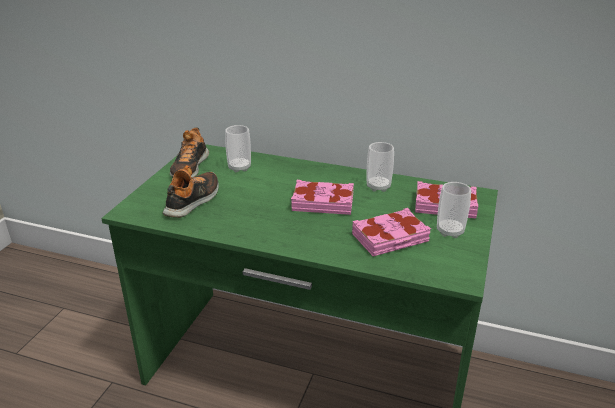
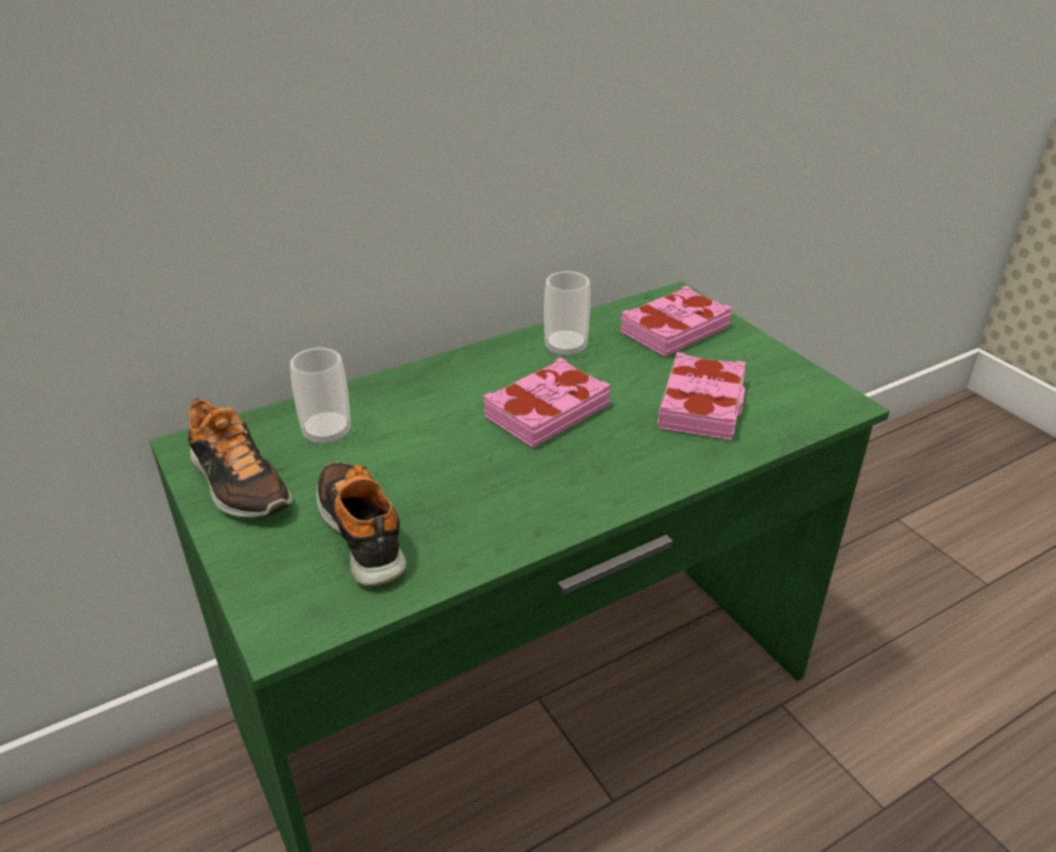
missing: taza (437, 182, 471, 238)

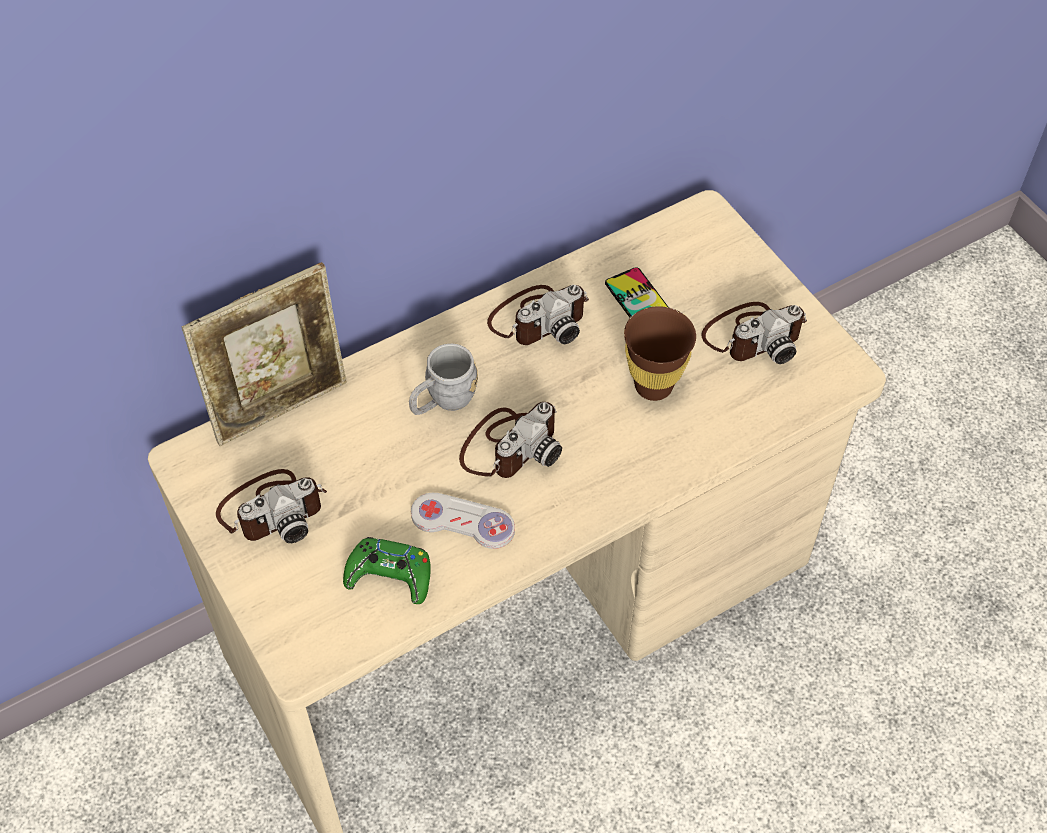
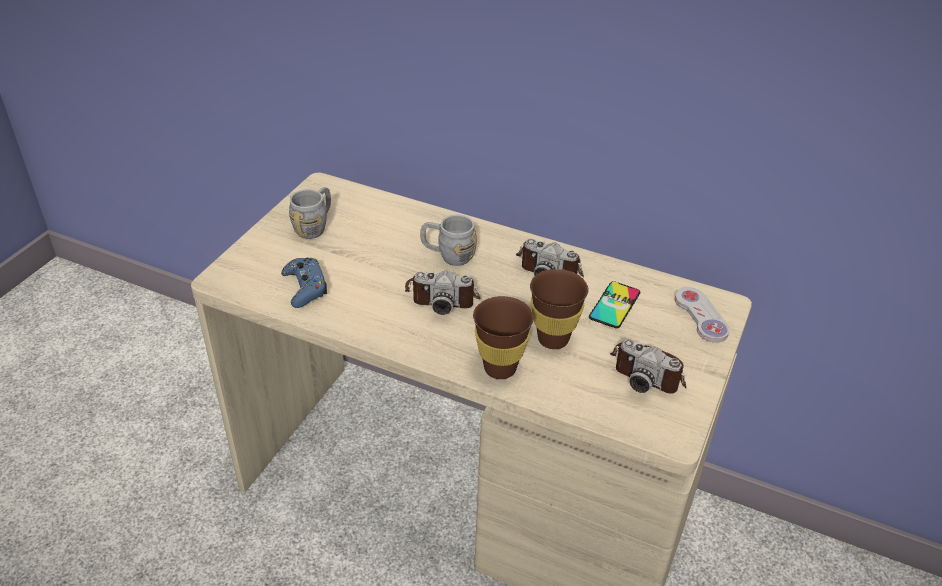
missing: portarretratos (181, 262, 347, 446)
appeared: taza [marrón] (473, 296, 534, 379)
relocated: mando de consola [blanco] (411, 493, 515, 549) to (675, 287, 730, 343)
exchanged: cámara (216, 469, 327, 543) to taza grande [gris] (289, 187, 331, 239)
colour: mando de consola [verde] (343, 537, 431, 604) to mando de consola [azul] (281, 258, 327, 308)

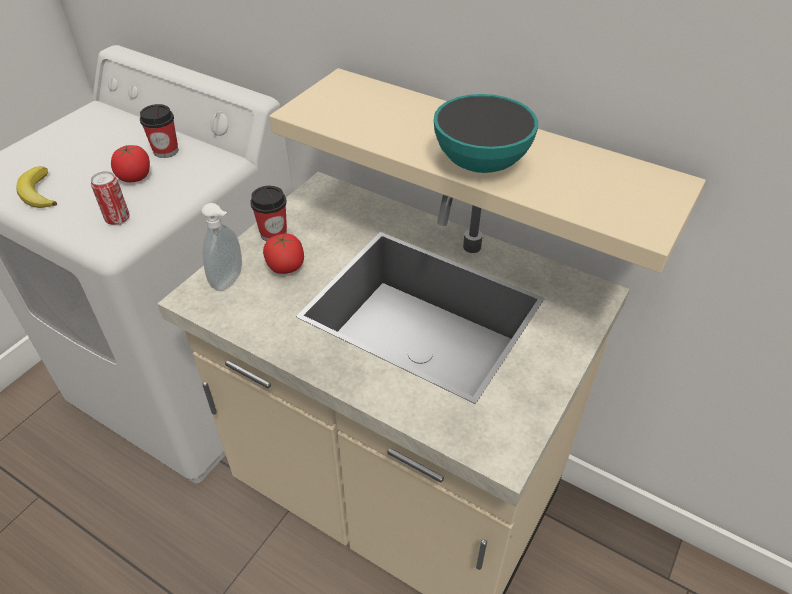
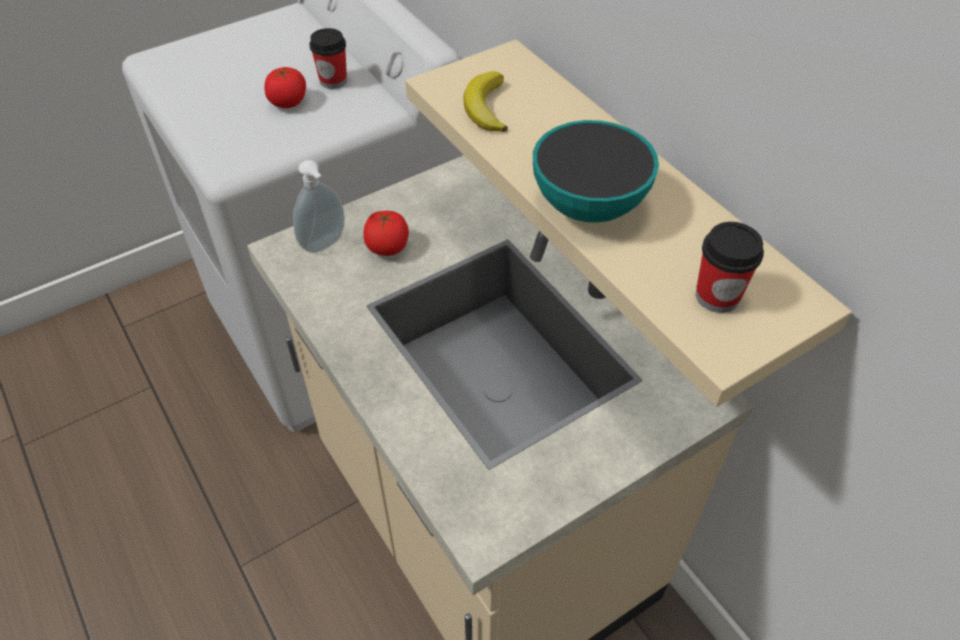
missing: lata (91, 171, 130, 225)
relocated: plátano (17, 166, 57, 208) to (463, 71, 508, 132); taza (250, 186, 287, 241) to (696, 222, 764, 313)

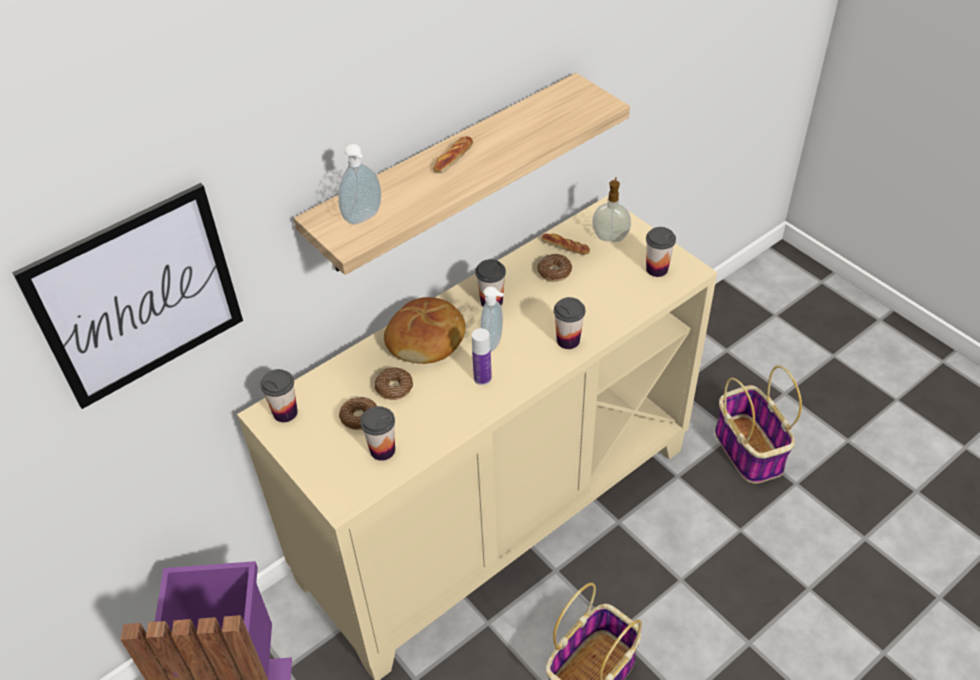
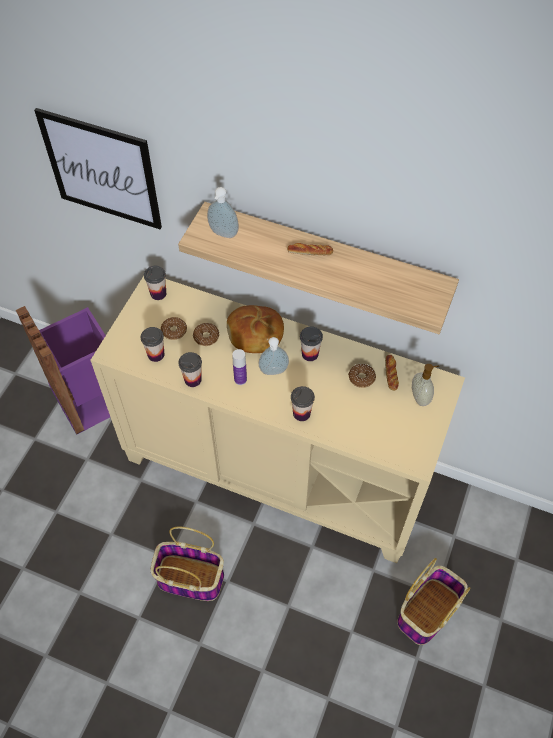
relocated: taza (646, 227, 676, 277) to (178, 352, 202, 387)

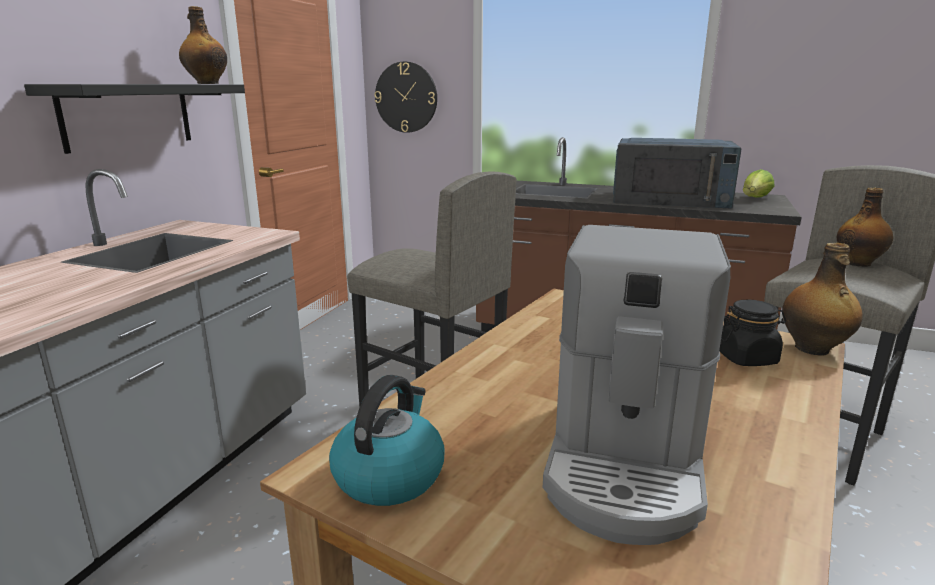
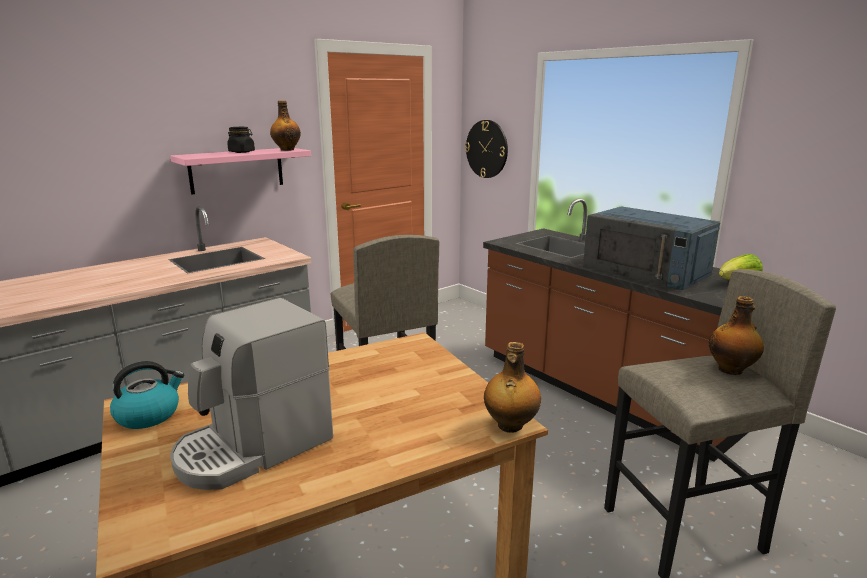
relocated: tarro [negro] (719, 299, 786, 366) to (227, 127, 255, 153)
colour: estante [negro] (24, 84, 245, 154) to estante [rosa] (170, 148, 311, 194)

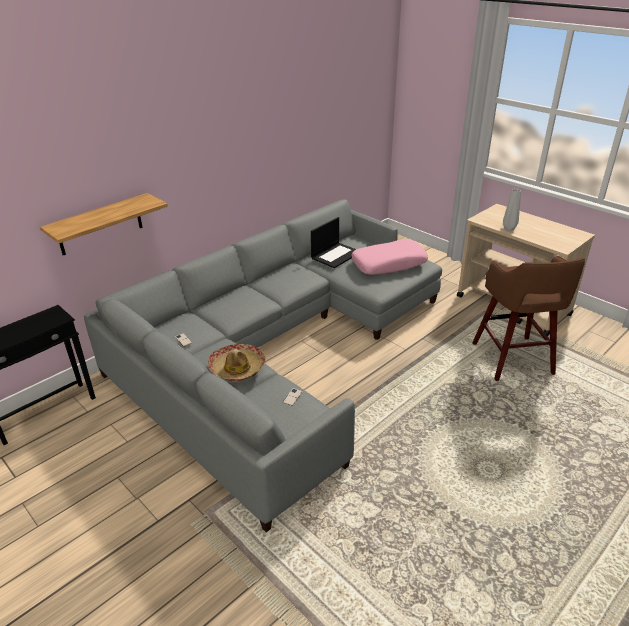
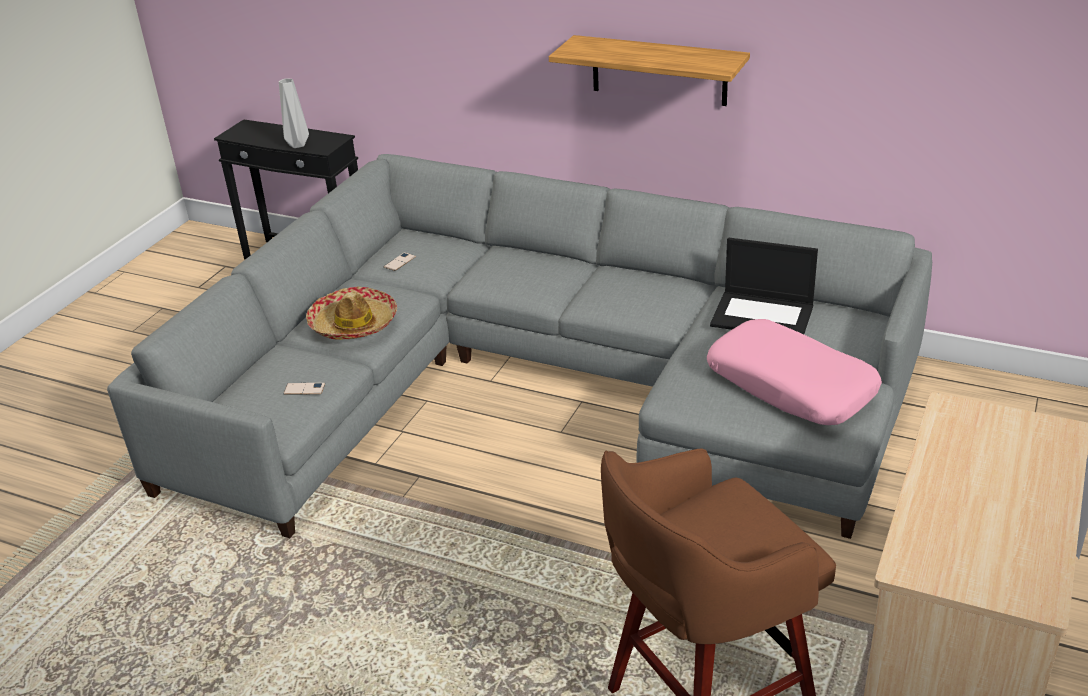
relocated: florero [gris] (503, 189, 521, 231) to (279, 78, 309, 148); estante (40, 193, 168, 255) to (549, 35, 750, 106)

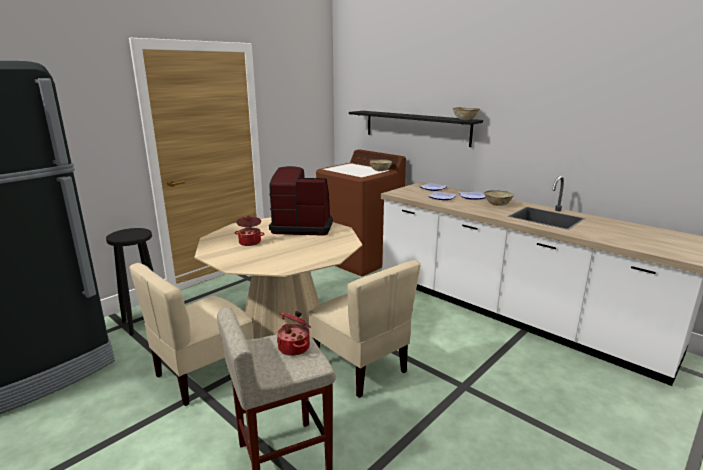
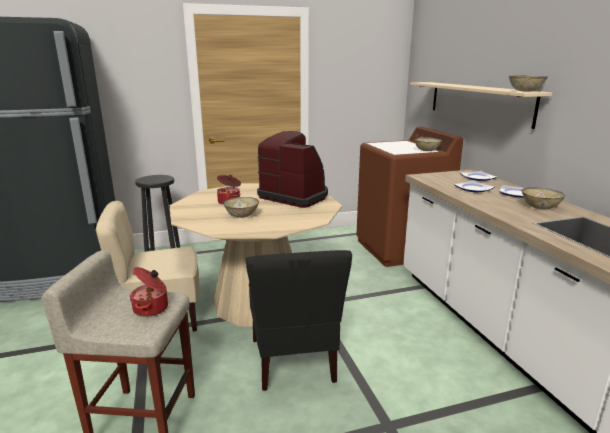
appeared: cuenco (223, 197, 259, 218)
colour: silla [beis] (309, 260, 421, 398) to silla [negro] (246, 250, 352, 391); estante [negro] (349, 111, 483, 147) to estante [beis] (410, 82, 552, 129)

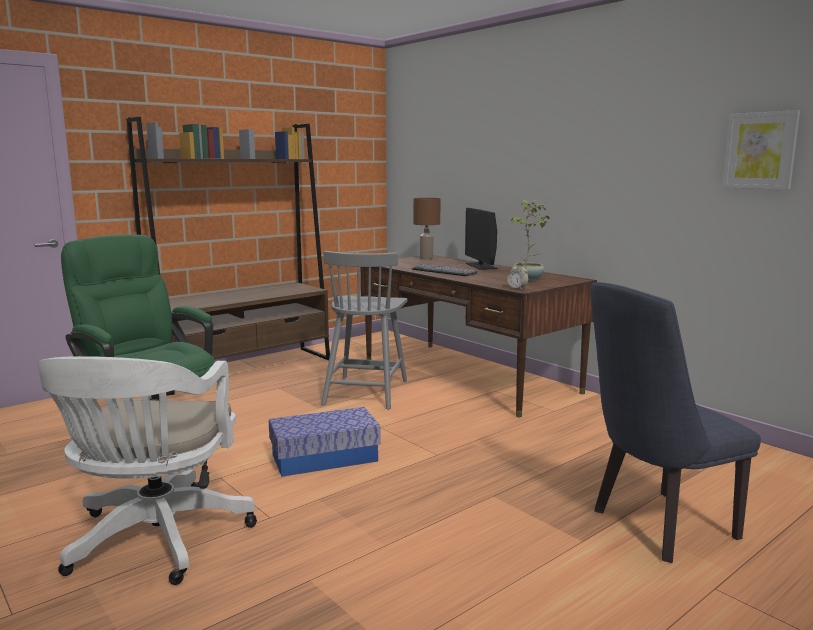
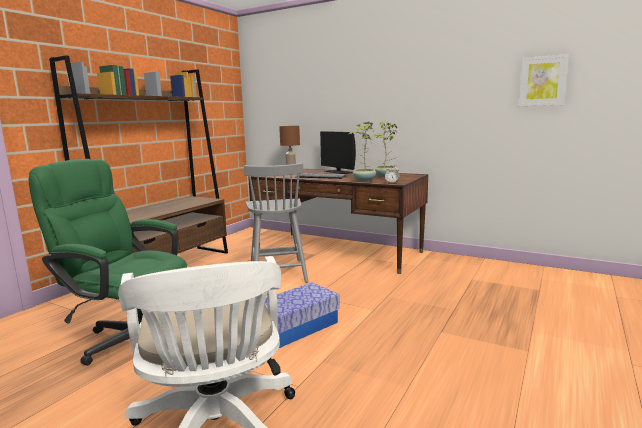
missing: silla [azul] (590, 282, 761, 563)
appeared: planta en maceta (349, 122, 376, 182)

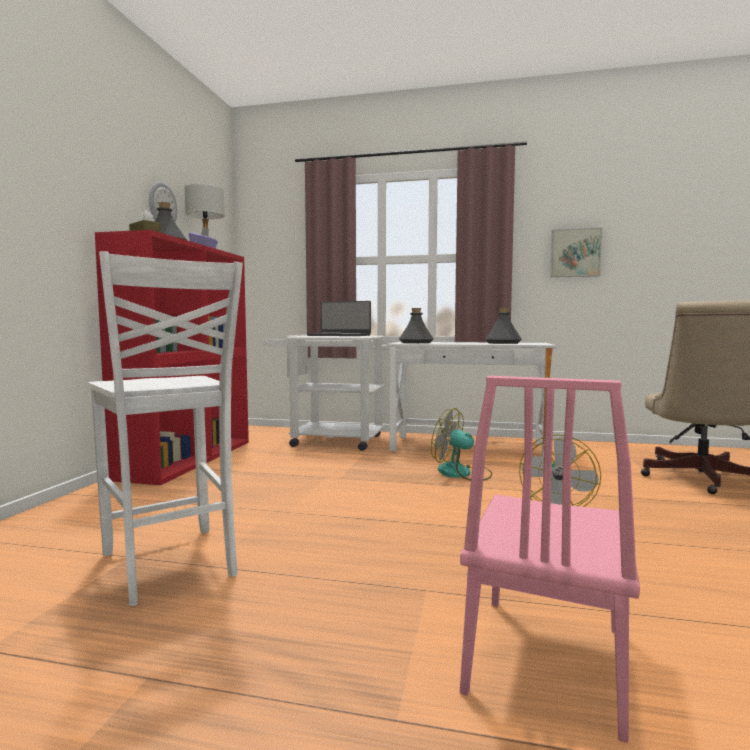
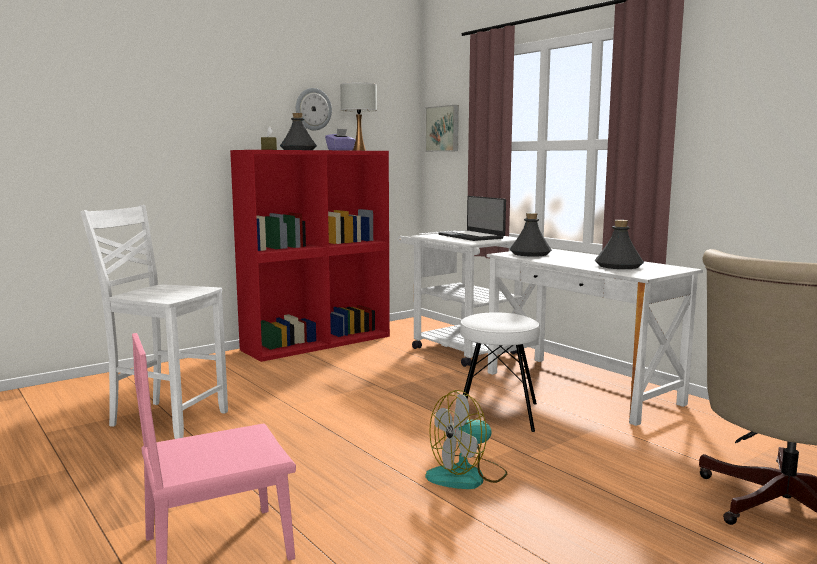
relocated: cuadro (550, 228, 602, 277) to (425, 105, 459, 152)
exchanged: ventilador (431, 408, 492, 481) to taburete [blanco] (460, 312, 539, 432)
spun: silla [blanco] (88, 251, 243, 606) = (80, 205, 228, 439) 105 degrees clockwise

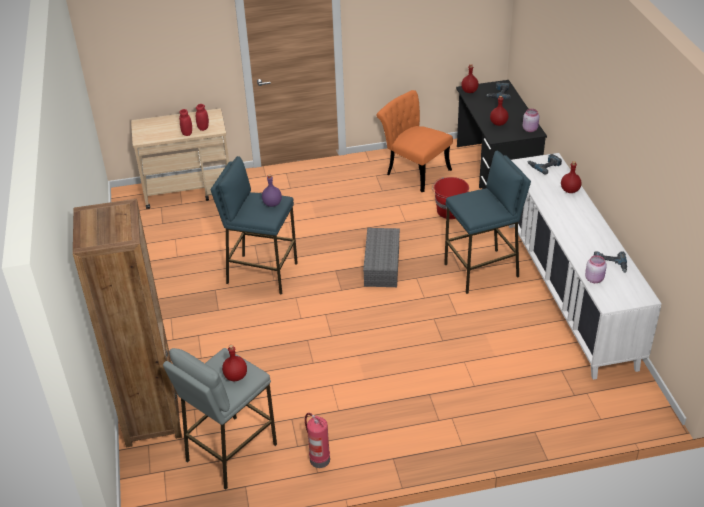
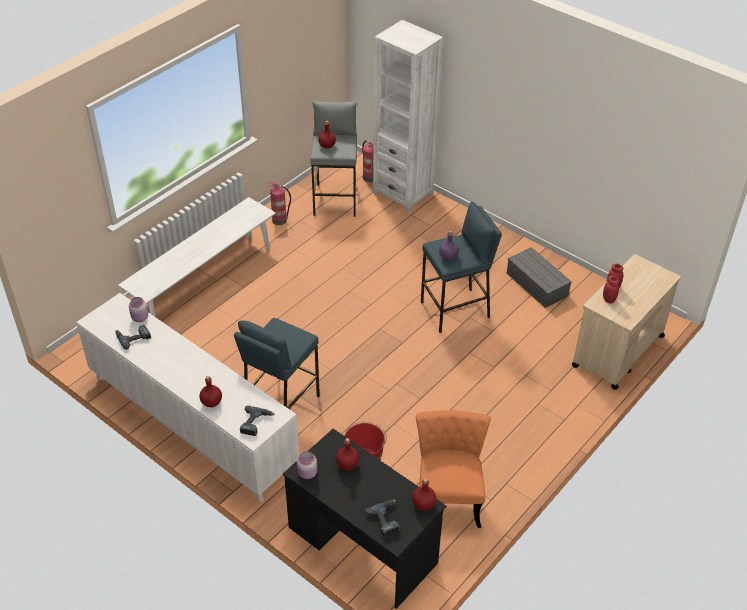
appeared: banco [blanco] (118, 197, 276, 317); extintor (362, 140, 374, 182)
relocated: caja de almacenaje [gris] (363, 228, 400, 287) to (507, 247, 572, 308)
colour: estantería [marrón] (73, 199, 182, 448) to estantería [blanco] (373, 20, 443, 212)
spun: silla [naranja] (376, 90, 453, 192) = (416, 410, 491, 528) 90 degrees counterclockwise

